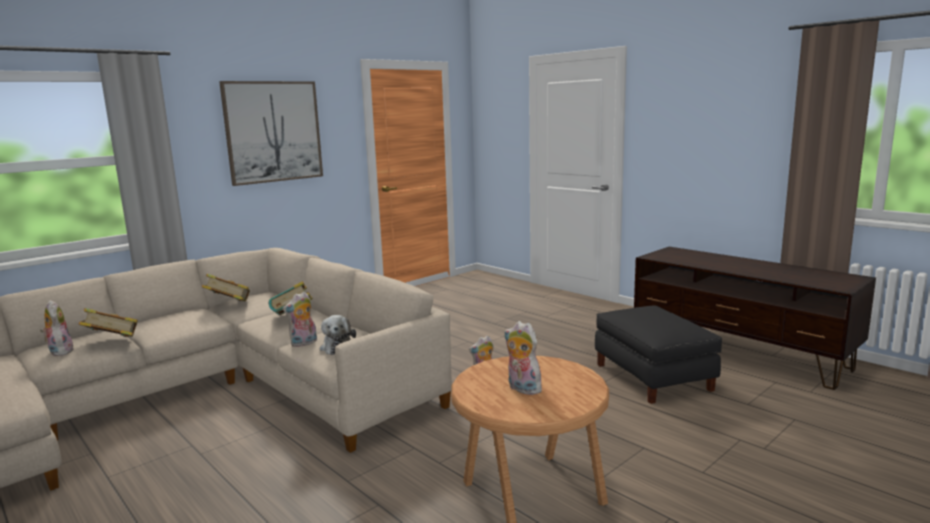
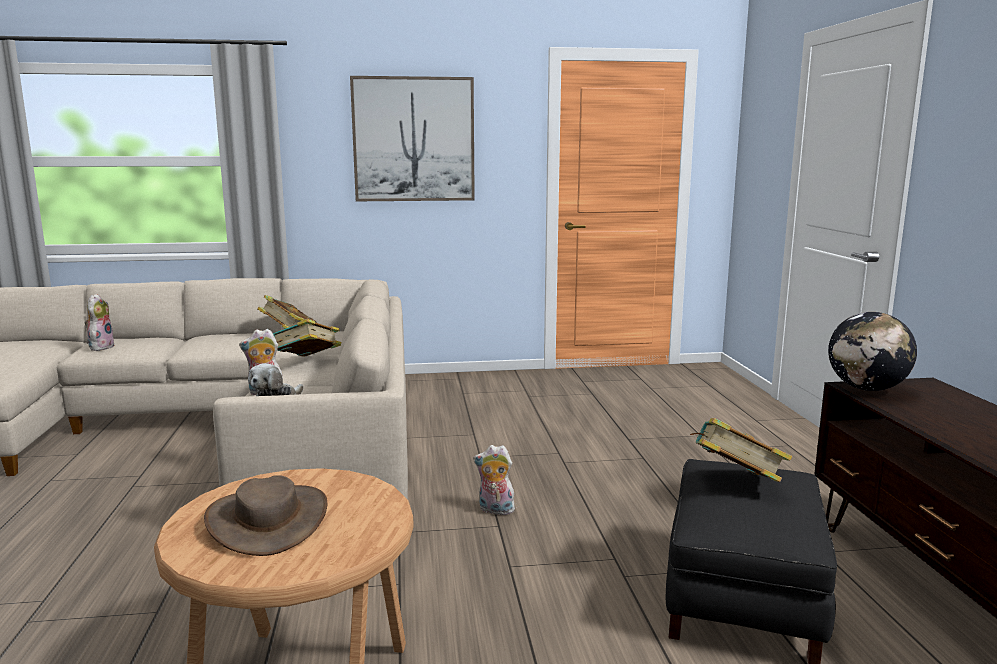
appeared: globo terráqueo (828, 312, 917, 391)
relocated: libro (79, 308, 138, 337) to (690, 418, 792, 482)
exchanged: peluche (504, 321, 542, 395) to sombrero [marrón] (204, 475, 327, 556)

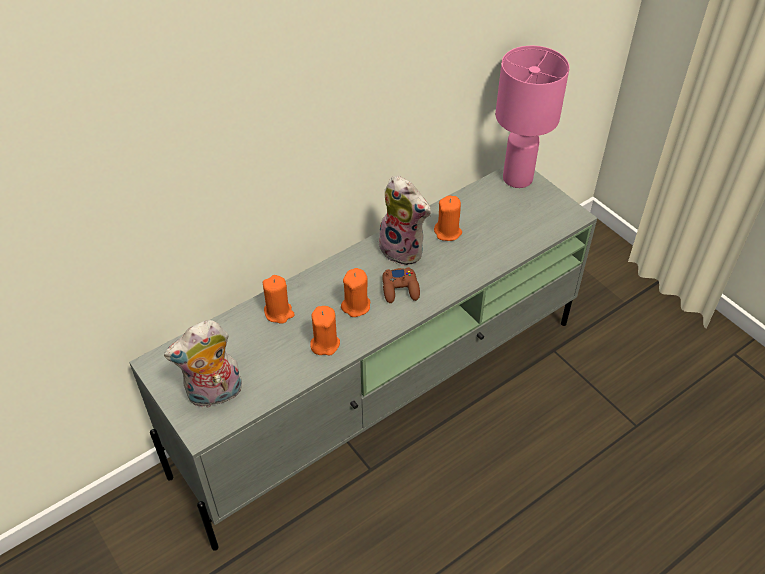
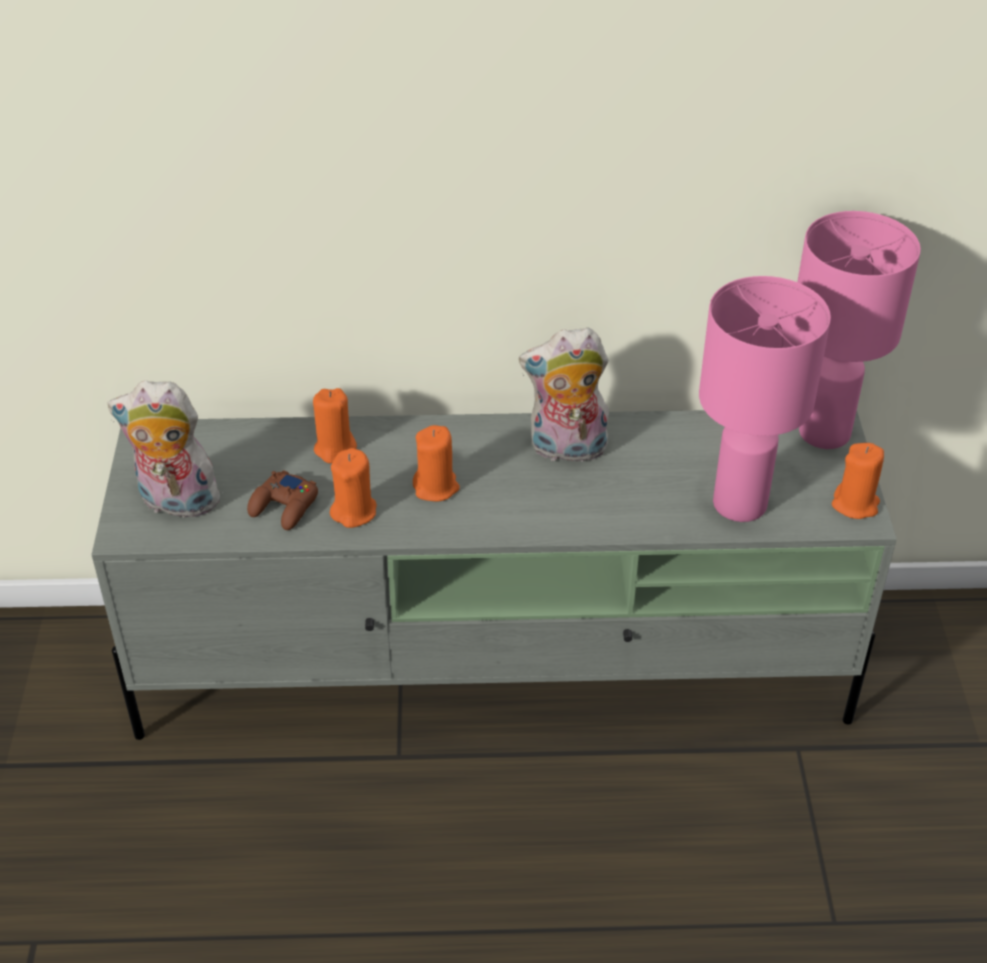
appeared: lámpara de mesa [rosa] (699, 276, 831, 522)
relocated: mando de consola [marrón] (382, 267, 420, 303) to (247, 470, 318, 530); vela [naranja] (434, 196, 462, 241) to (832, 443, 884, 519)
spun: peluche (379, 176, 431, 266) = (519, 327, 611, 462) 105 degrees clockwise

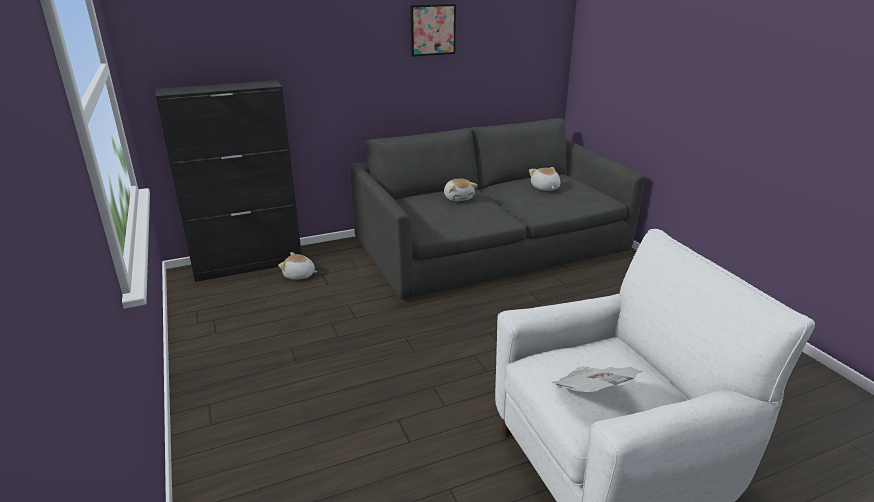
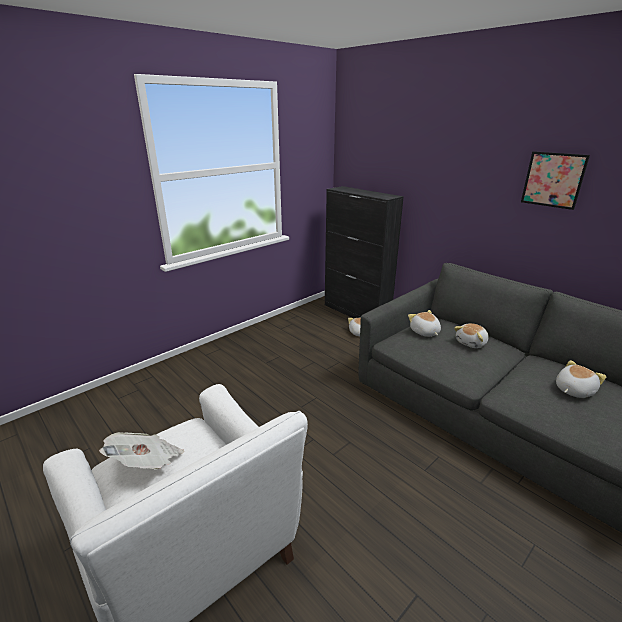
appeared: peluche (408, 310, 441, 337)

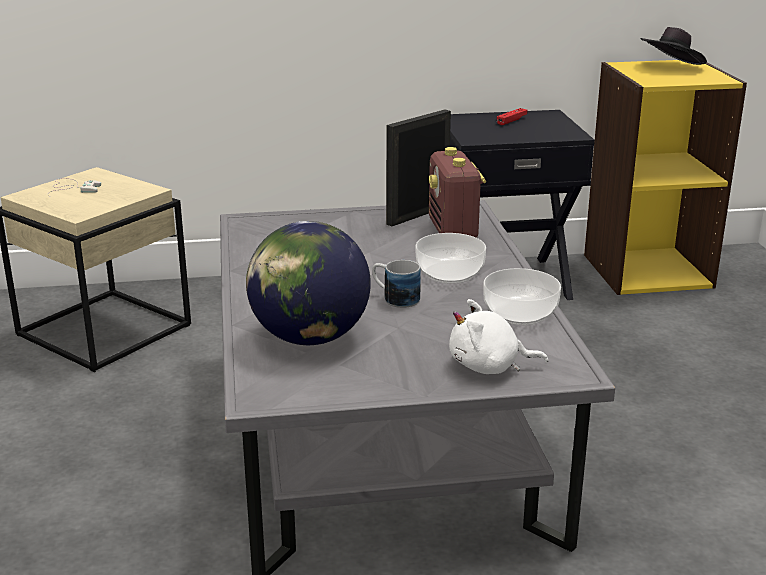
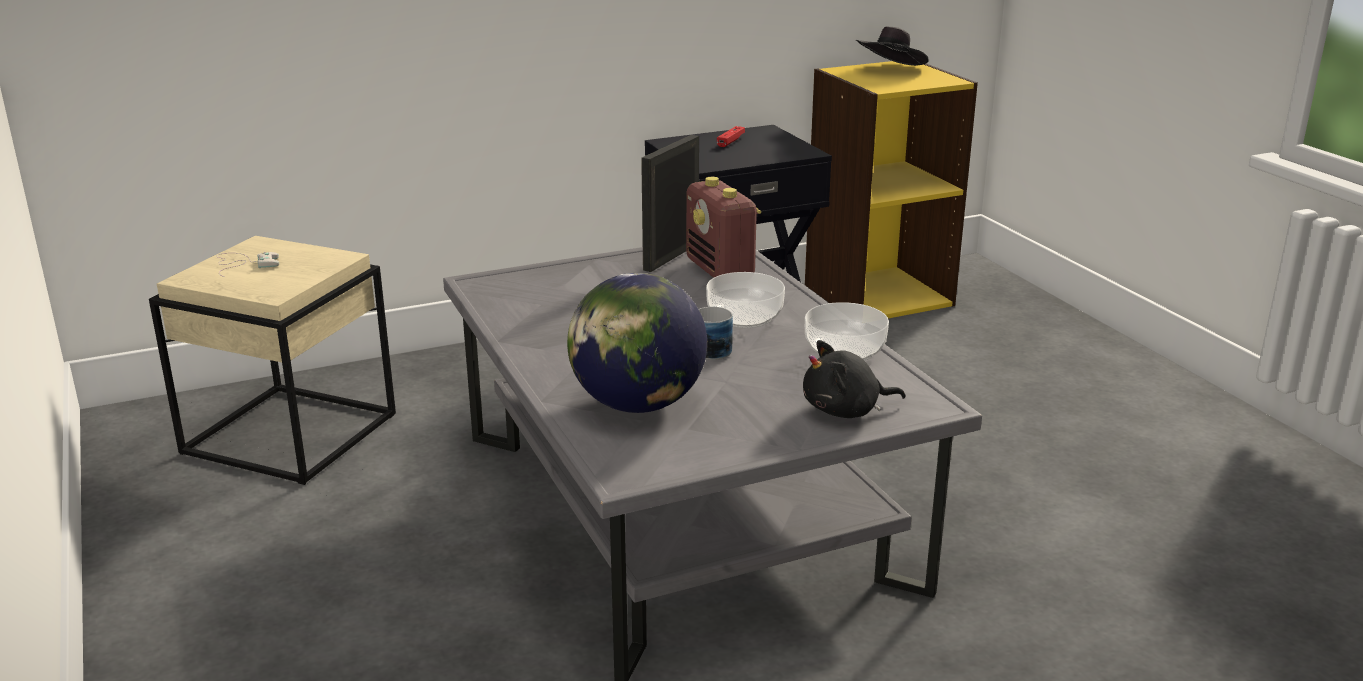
colour: peluche [blanco] (449, 299, 548, 374) to peluche [negro] (803, 340, 905, 418)

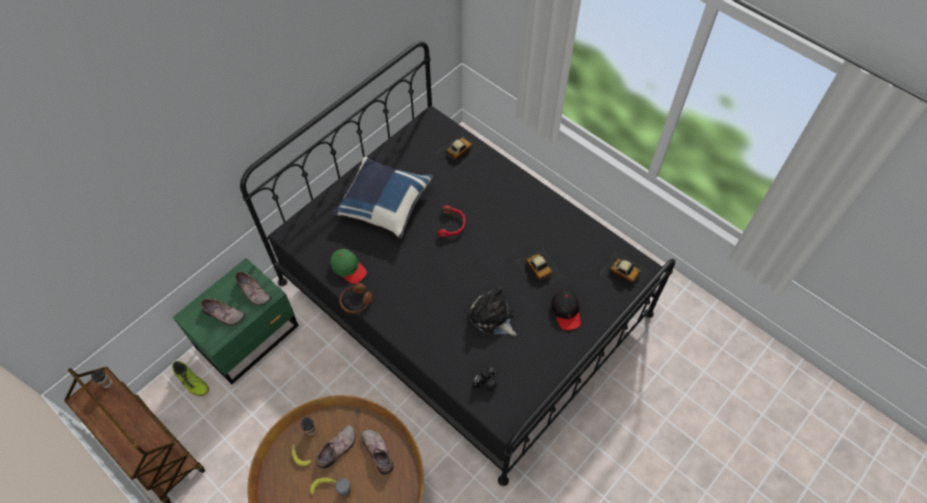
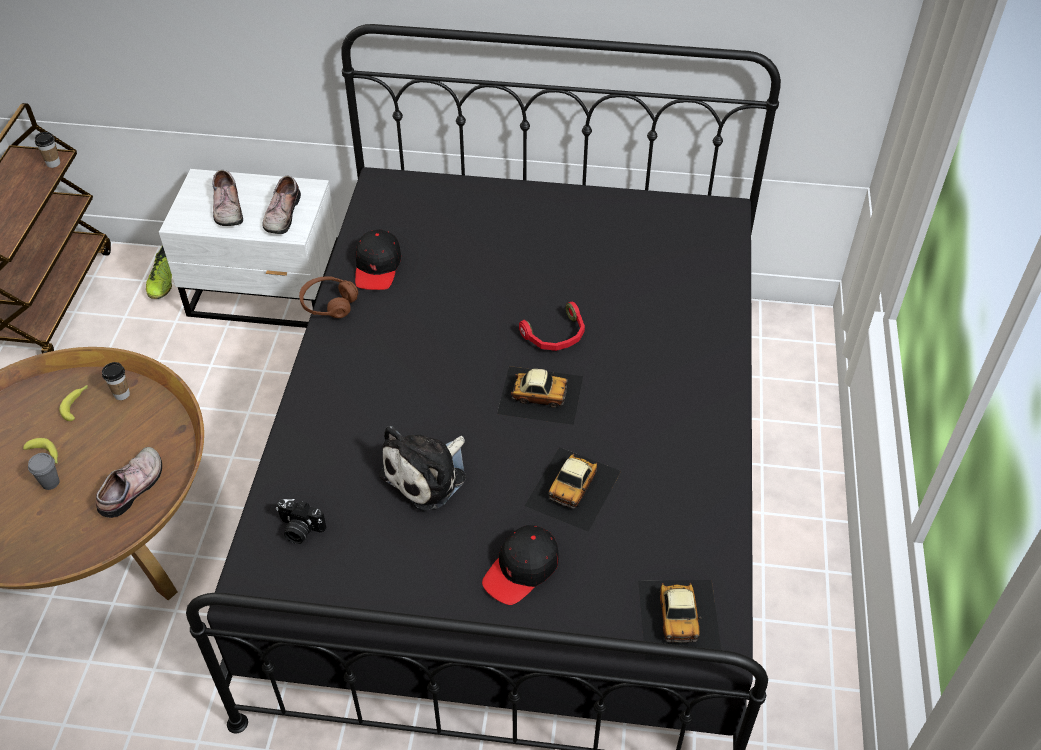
missing: zapato (316, 425, 356, 469); cojín [azul] (333, 156, 433, 238)
relocated: coche de juguete (436, 133, 483, 170) to (497, 366, 583, 425)
colour: mesita de noche [verde] (173, 258, 299, 385) to mesita de noche [blanco] (159, 169, 337, 328); gorra [verde] (330, 249, 367, 284) to gorra [negro] (355, 229, 401, 290)
spun: peluche (468, 287, 516, 336) = (379, 426, 466, 511) 150 degrees counterclockwise

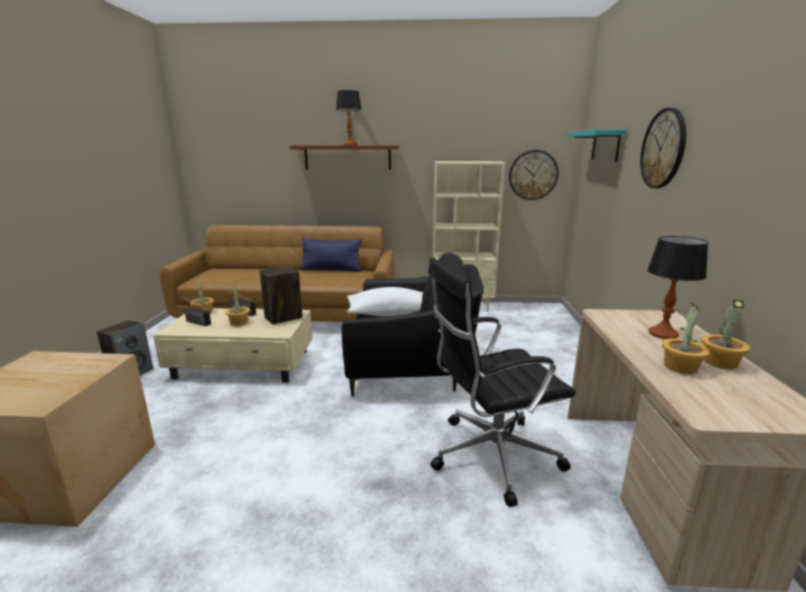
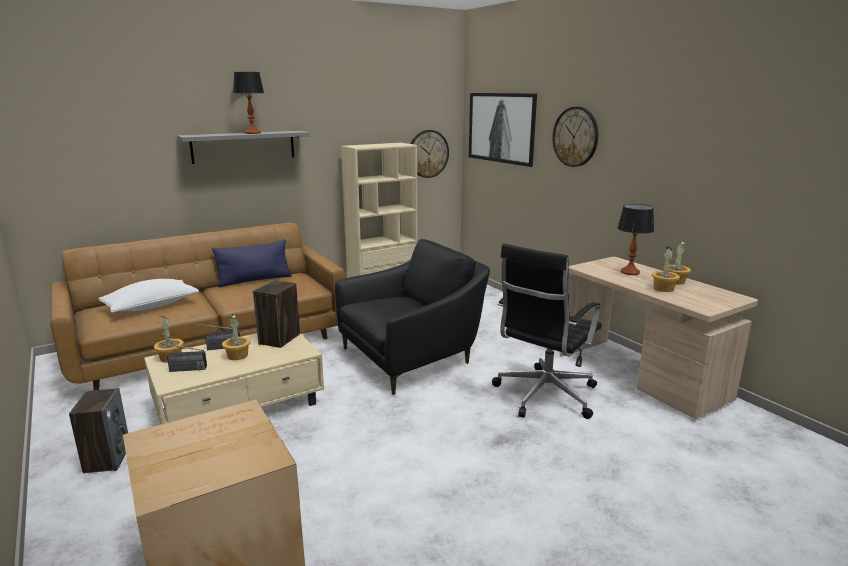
relocated: cojín [blanco] (347, 287, 423, 316) to (98, 279, 199, 313)
exchanged: estante [turquesa] (567, 130, 626, 161) to cuadro (469, 93, 537, 167)
colour: estante [marrón] (290, 146, 399, 170) to estante [gris] (177, 131, 310, 164)

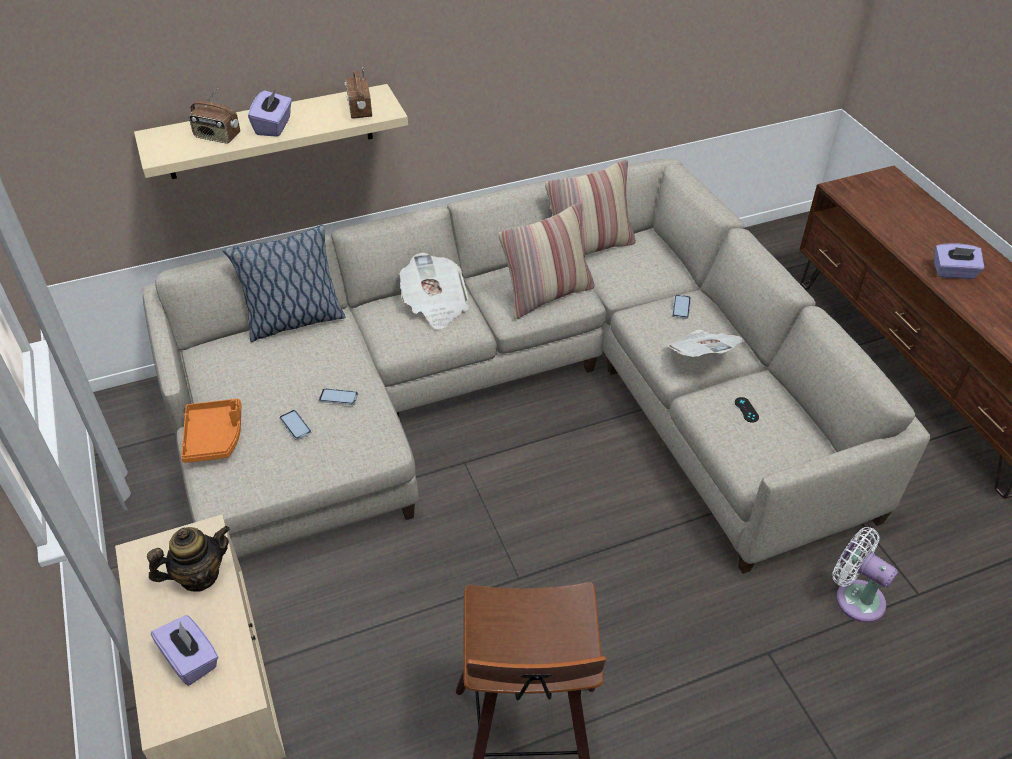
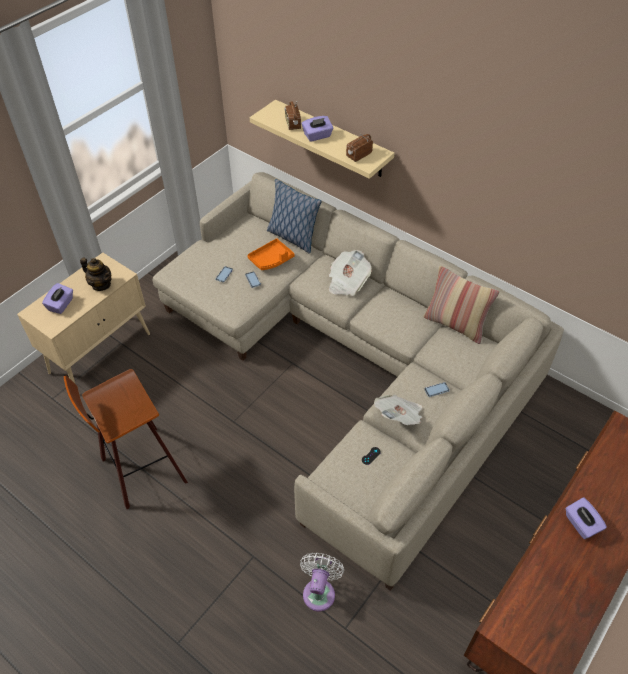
missing: cojín (498, 202, 595, 320)
relocated: bandeja [naranja] (181, 399, 241, 463) to (247, 238, 294, 270)

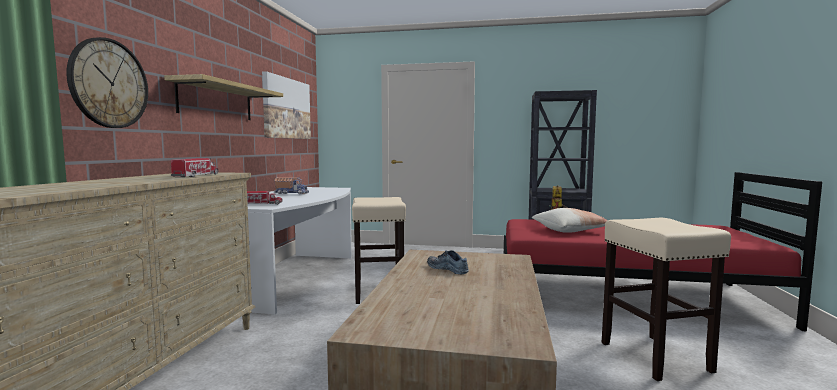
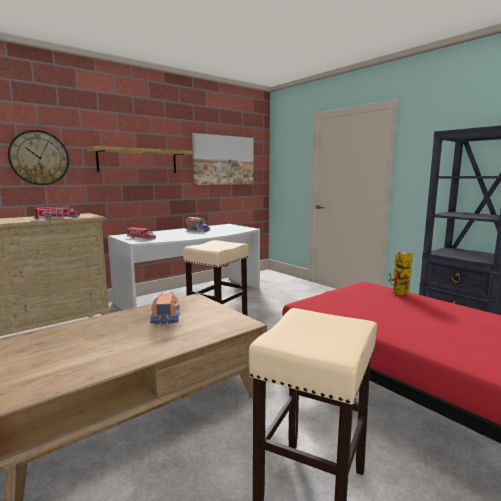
missing: cojín (532, 208, 607, 233)
exchanged: zapato (427, 250, 469, 274) to camión de juguete (150, 292, 181, 327)

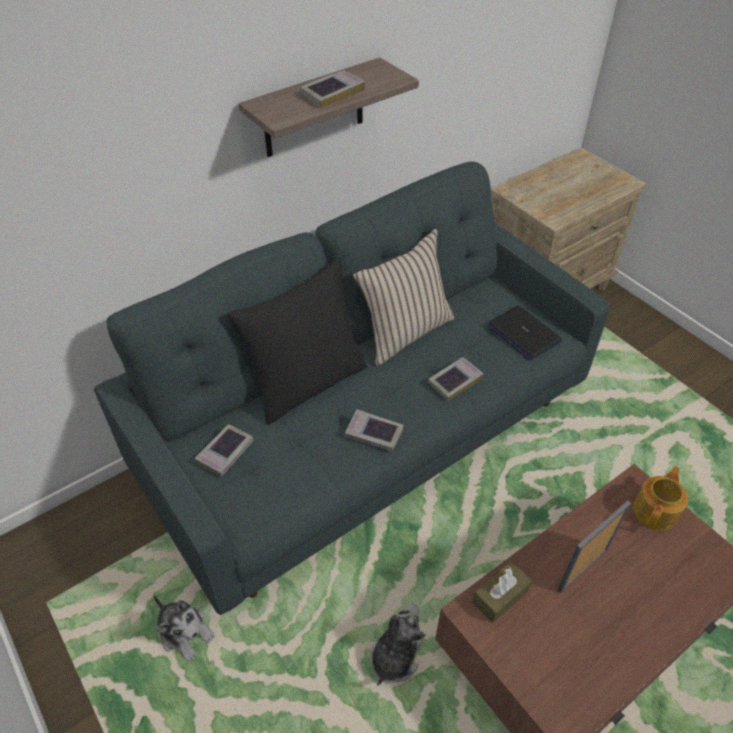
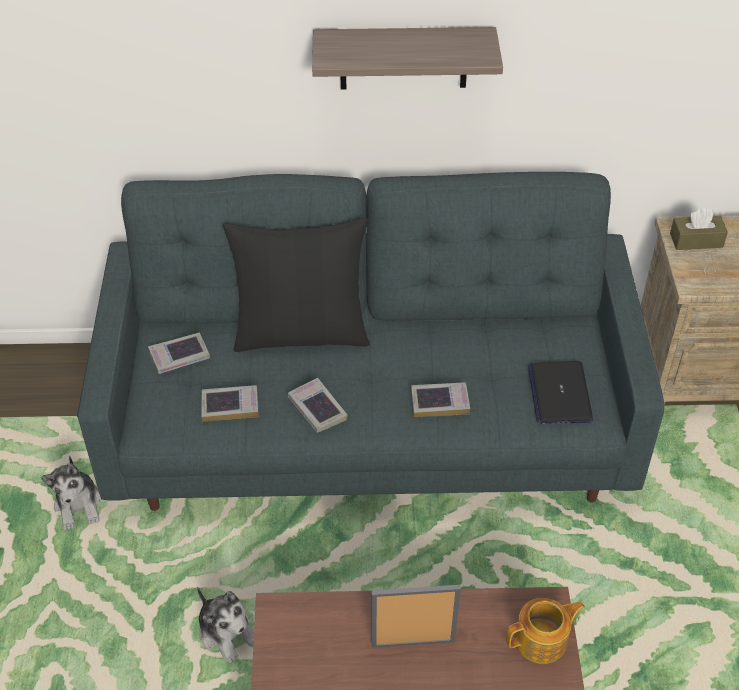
missing: cojín [beis] (353, 229, 454, 366)
relocated: libro (300, 70, 365, 108) to (201, 385, 259, 421); caja de pañuelos [marrón] (472, 561, 532, 623) to (670, 208, 728, 250)
spun: peluche (370, 604, 426, 686) = (197, 587, 254, 663) 75 degrees clockwise

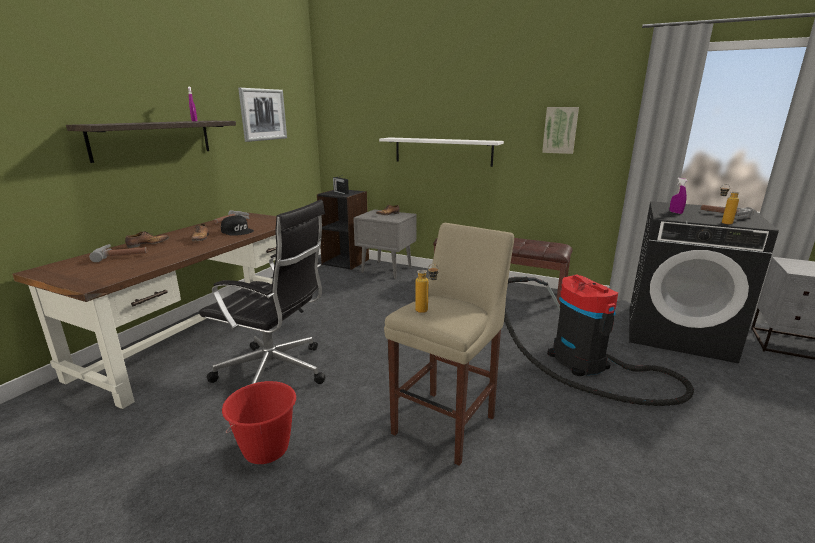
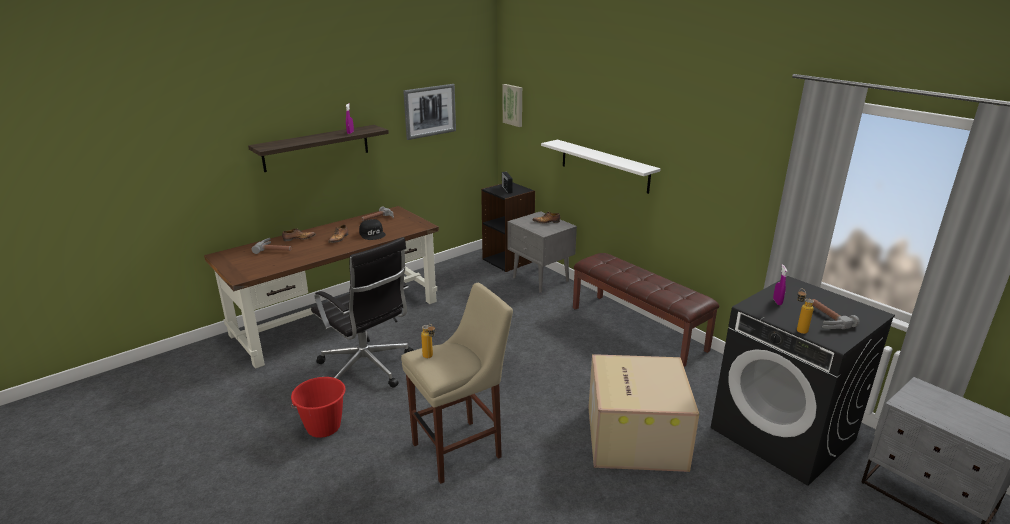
relocated: cuadro (542, 107, 579, 154) to (503, 84, 522, 127)
exchanged: aspiradora (504, 274, 694, 406) to caja de cartón (588, 354, 699, 472)

